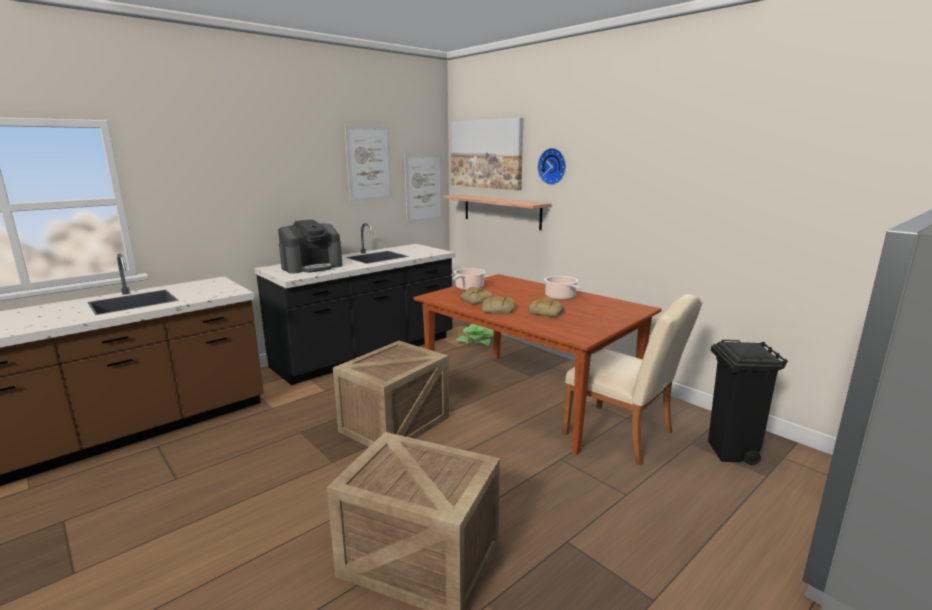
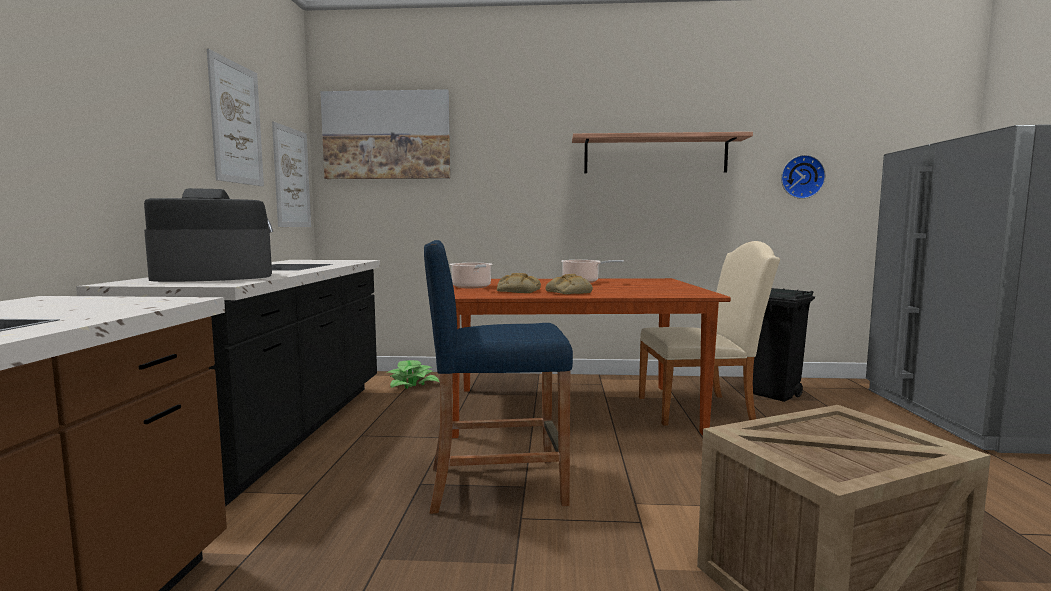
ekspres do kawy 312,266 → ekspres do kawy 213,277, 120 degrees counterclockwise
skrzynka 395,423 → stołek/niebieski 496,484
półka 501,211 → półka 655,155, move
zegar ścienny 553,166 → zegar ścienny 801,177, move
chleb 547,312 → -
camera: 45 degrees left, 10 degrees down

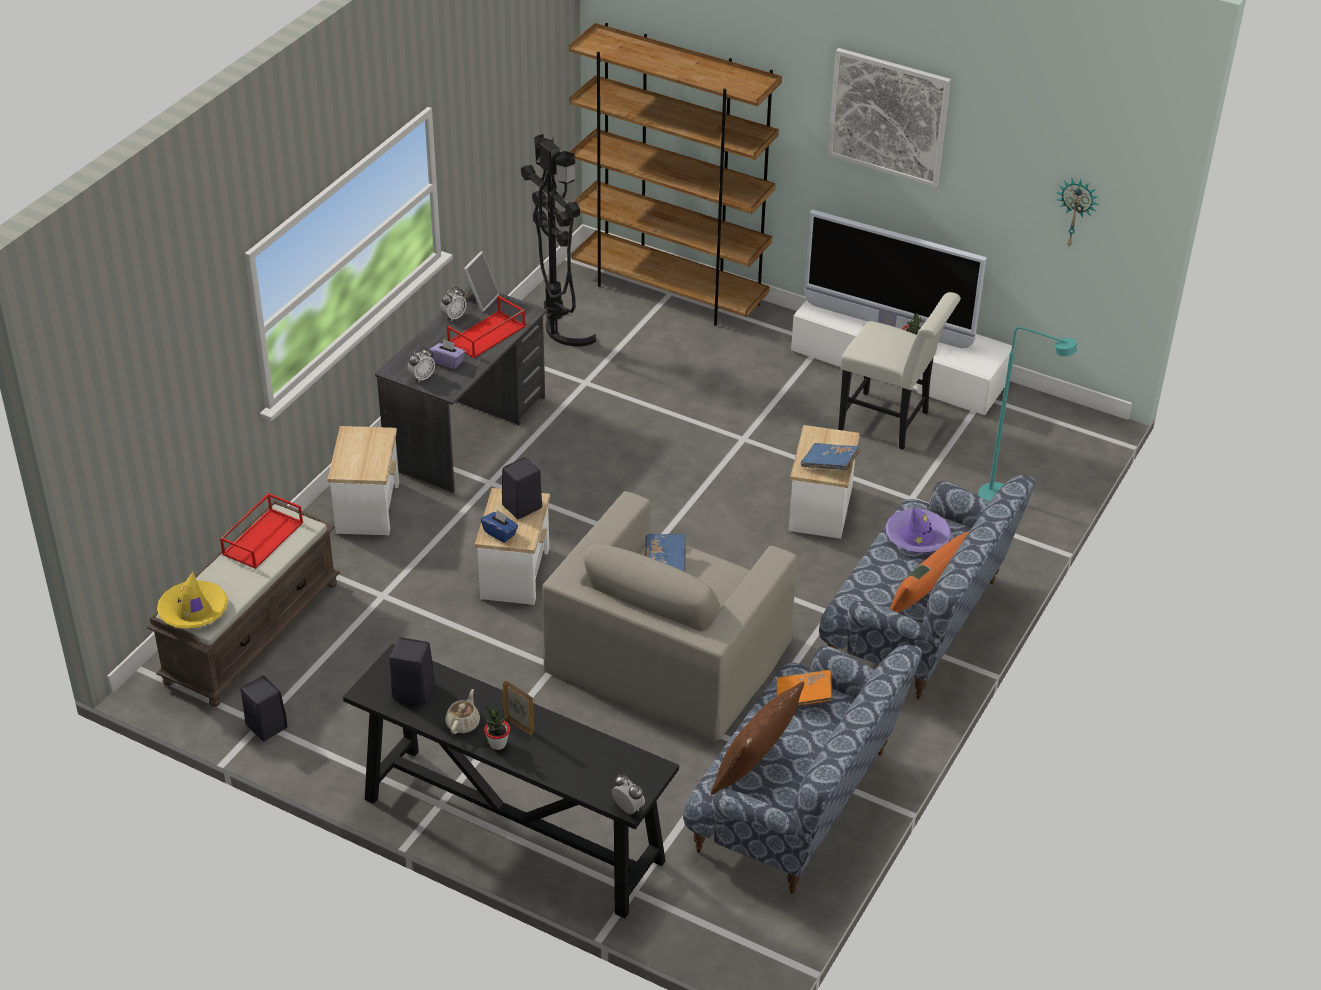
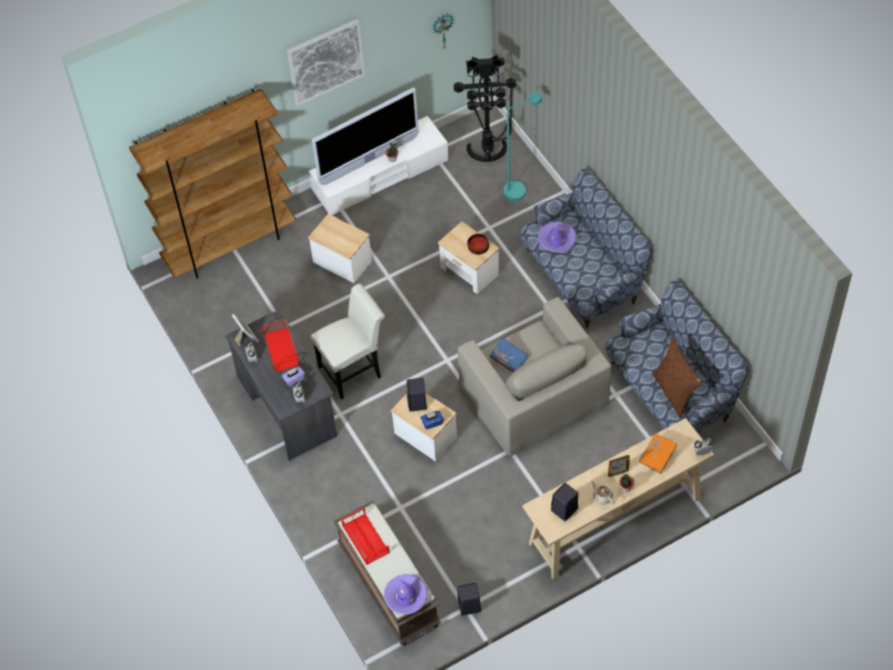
stolik 369,508 → stolik 342,261, move
krzesło/biały 890,423 → krzesło/biały 354,370, move
kapelusz/żółty 193,611 → kapelusz/fioletowy 406,597
lampa stojąca/czarny 558,335 → lampa stojąca/czarny 488,157, move
książka/niebieski 830,464 → miska 478,247
stolik konsolowy/czarny 511,829 → stolik konsolowy/beżowy 614,521
książka/pomarańczowy 803,697 → książka/pomarańczowy 657,456, move
poduszka/pomarańczowy 929,593 → -
camera: 55 degrees left, 15 degrees up

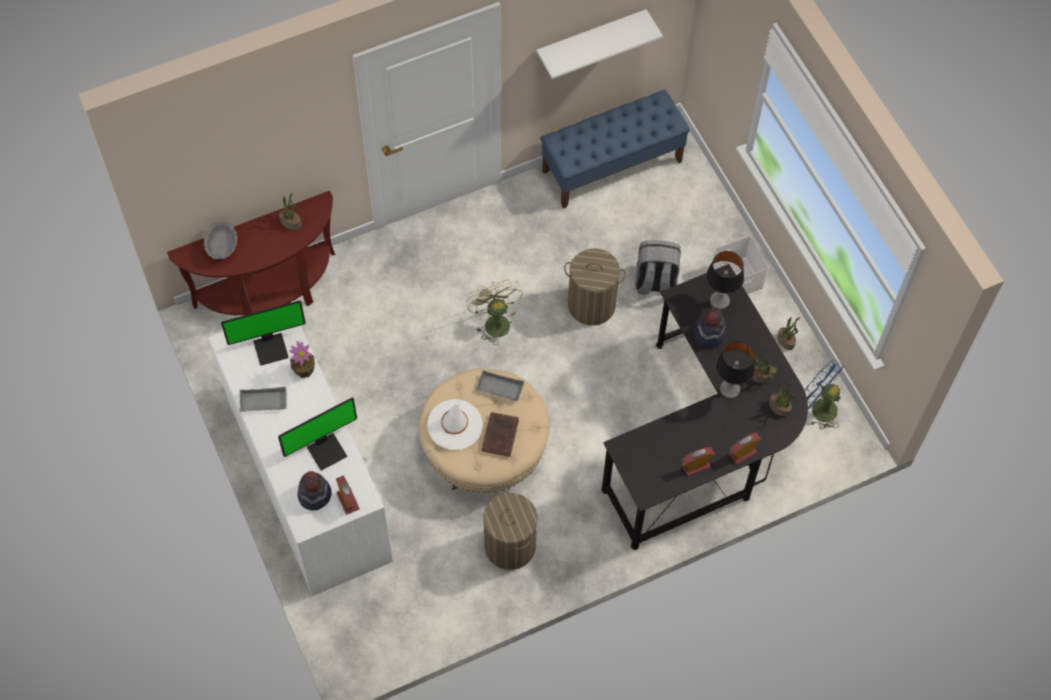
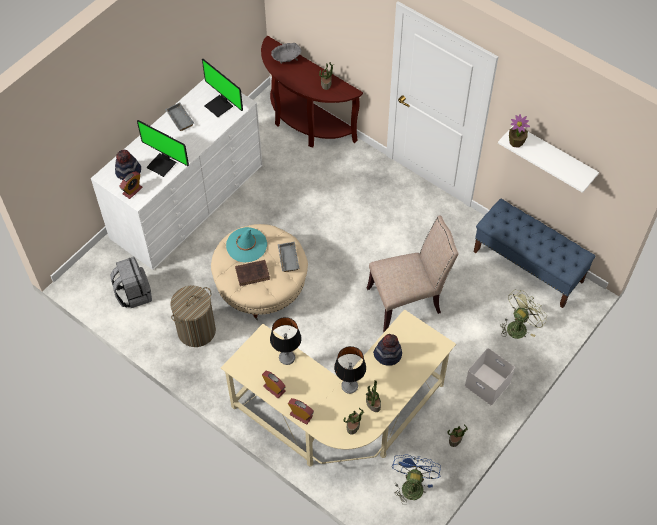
plecak/szary 655,283 → plecak/szary 133,293, move
biurko/czarny 704,440 → biurko/beżowy 341,417
kapelusz/biały 455,425 → kapelusz/turkusowy 246,245
lampa stołowa 720,300 → lampa stołowa 287,357, move
kosz na pranie 591,305 → krzesło/beżowy 407,301
wentylator/zielony 494,321 → wentylator/zielony 519,326, move
roślina doniczkowa 304,369 → roślina doniczkowa 516,142, move
camera: 65 degrees right, 5 degrees down

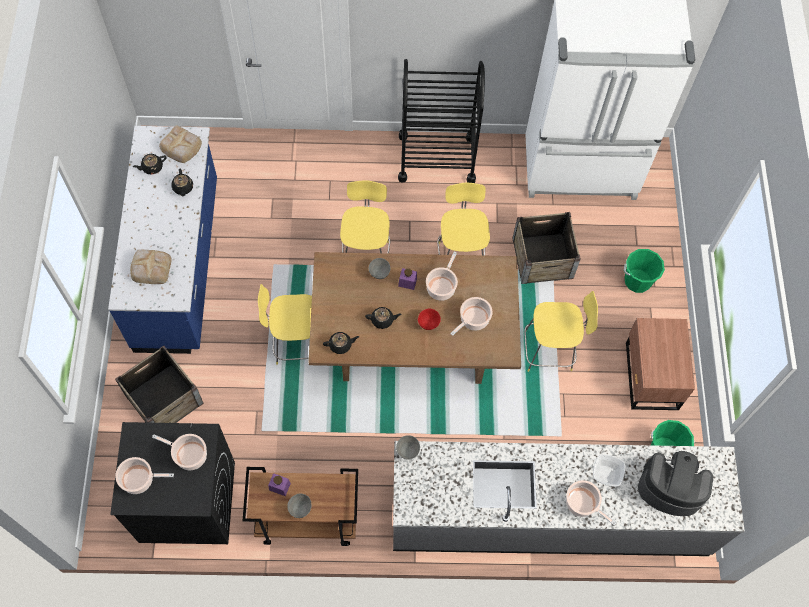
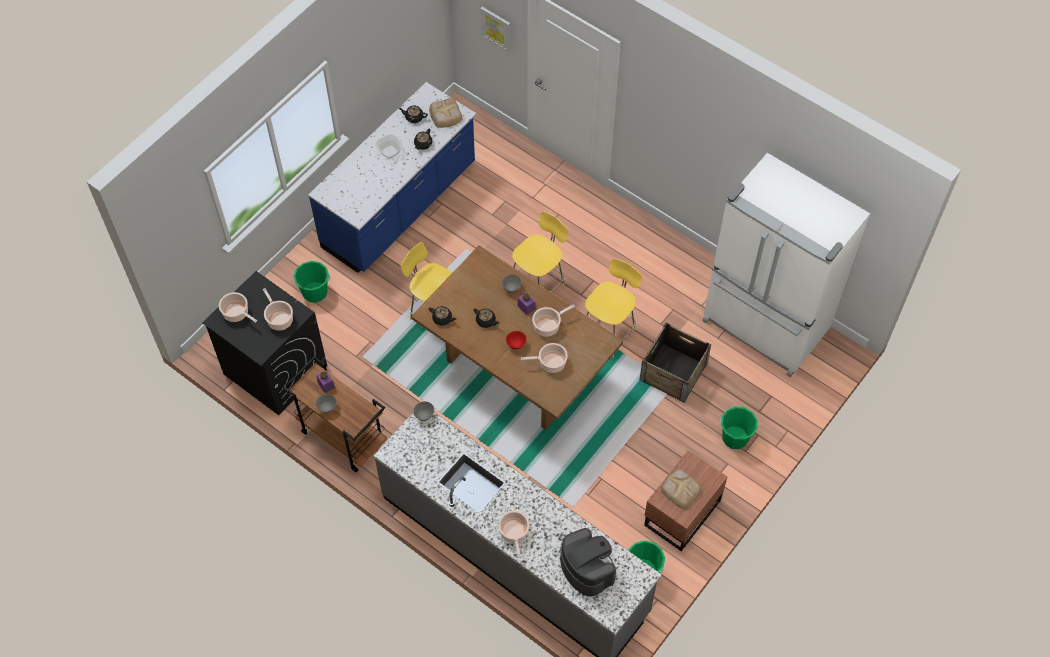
skrzynka 164,399 → wiadro/zielony 315,292
miska 605,475 → miska 389,152, move
- → obraz 496,28
chleb 150,267 → chleb 680,489, move
wózek/czarny 436,158 → -
stołek/żółty 550,350 → -
camera: 40 degrees right, 5 degrees down

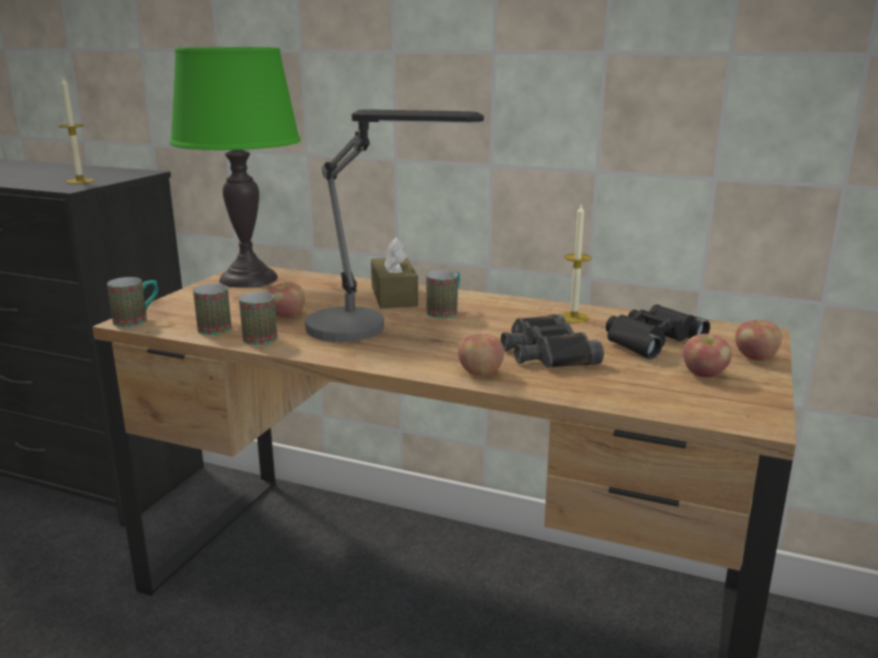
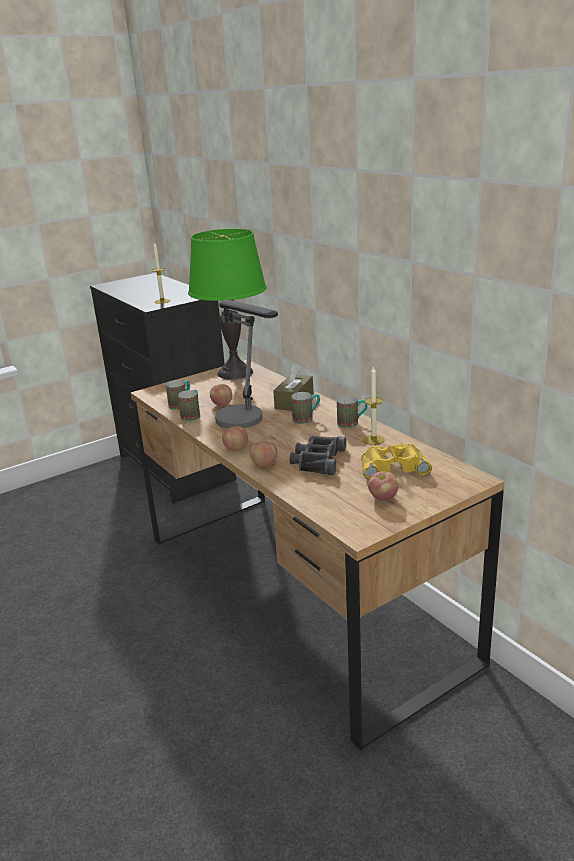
jabłko 755,357 → jabłko 235,448, move
kubek 137,320 → kubek 352,423, move
lornetka/czarny 650,340 → lornetka/żółty 393,467
camera: 35 degrees right, 5 degrees up

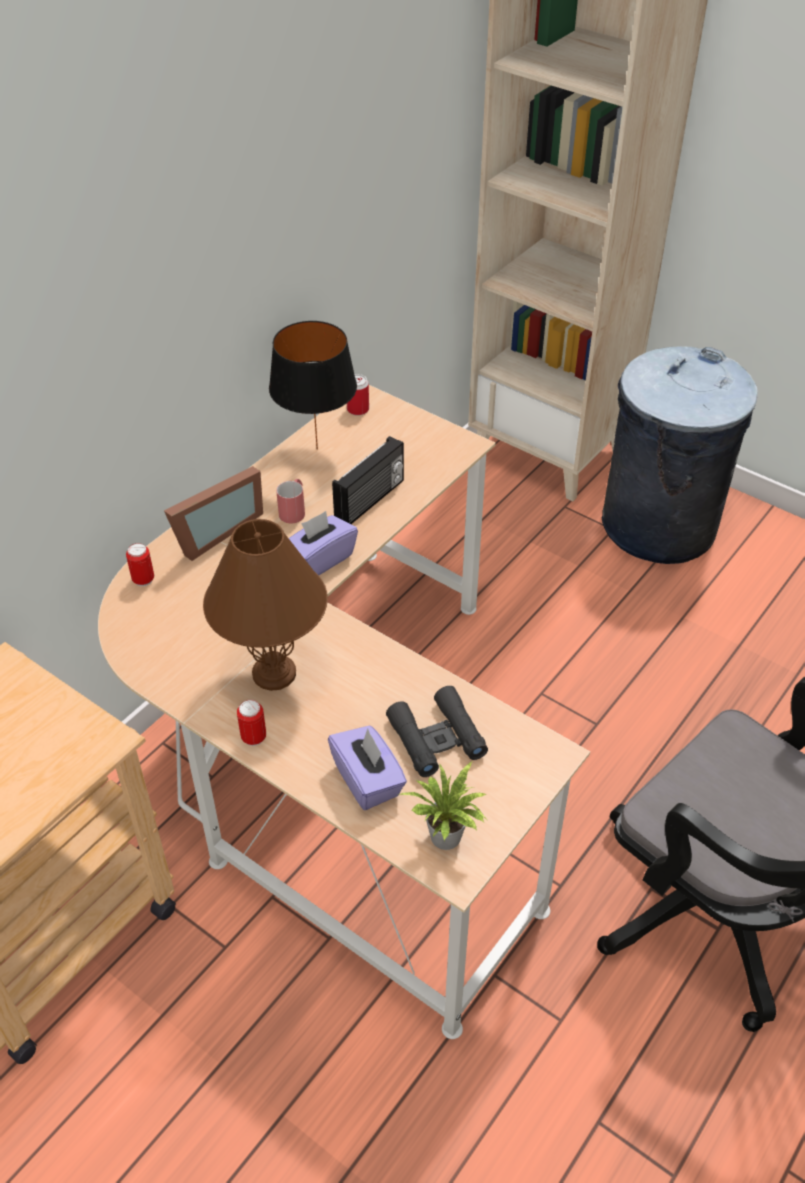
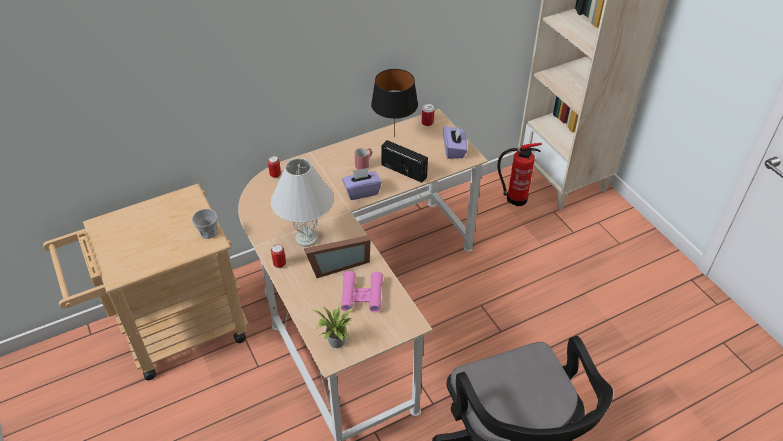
- → filiżanka 208,232
lampa stołowa/brązowy 273,674 → lampa stołowa/biały 306,238
ramka na zdjęcie 213,532 → ramka na zdjęcie 337,264, move
lornetka/czarny 436,738 → lornetka/różowy 362,295
radio 371,500 → radio 404,170, 120 degrees counterclockwise
pudełko chusteczek/fioletowy 368,780 → pudełko chusteczek/fioletowy 454,150, move
- → gaśnica 514,198
kosz na śmieci/szary 657,525 → -
camera: 25 degrees right, 0 degrees up

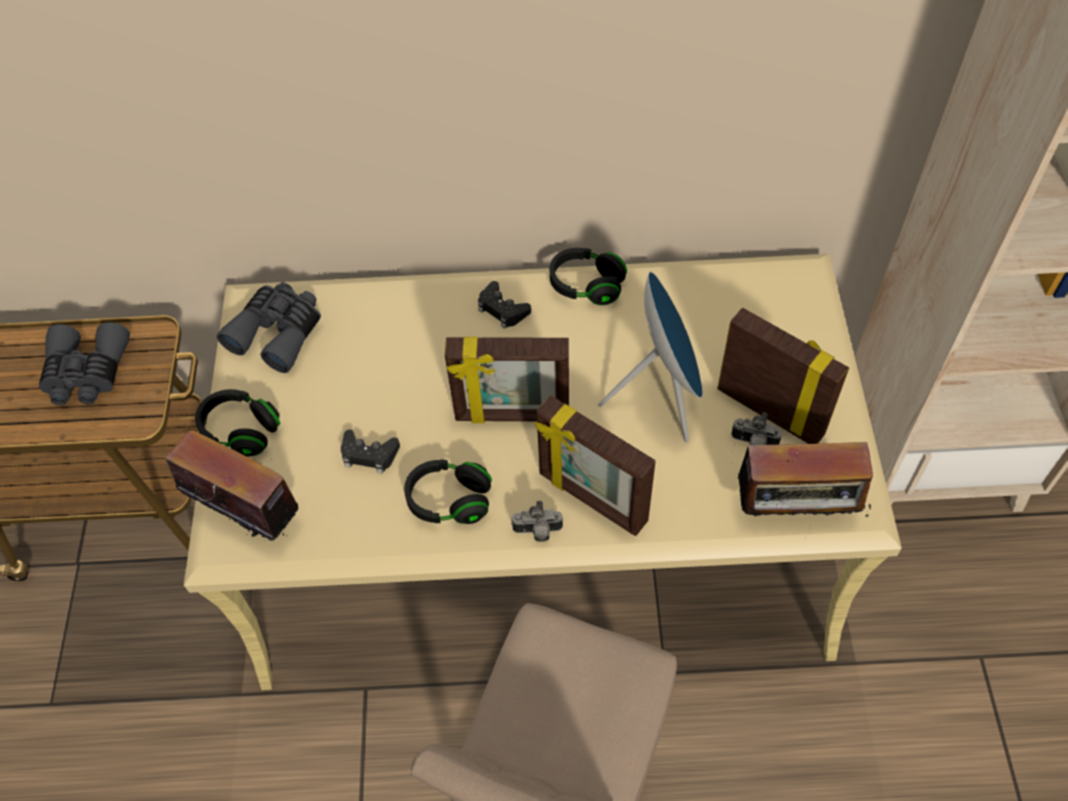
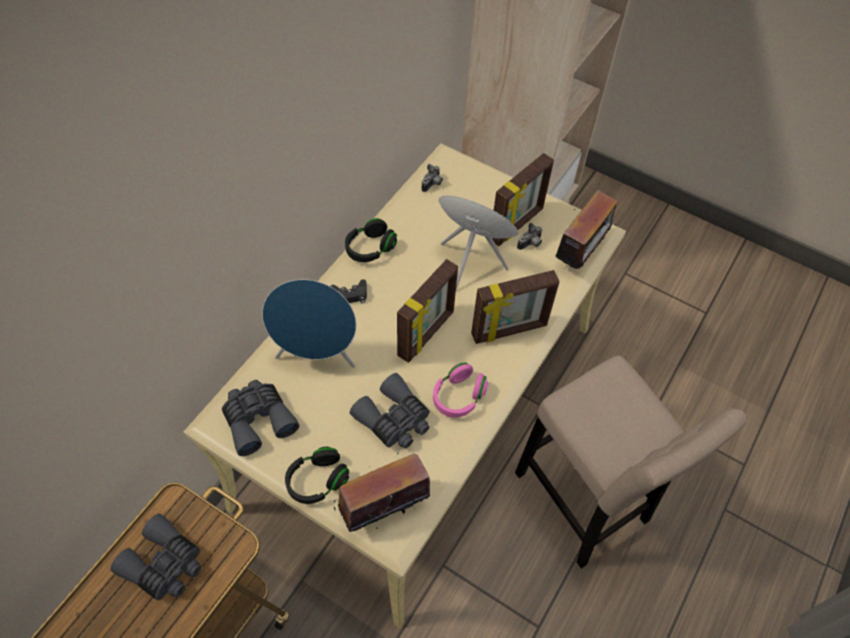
- → głośnik/niebieski 317,355
pad do gier/czarny 369,455 → lornetka/szary 394,419
aparat fotograficzny 537,532 → aparat fotograficzny 432,184, move
słuchawki/czarny 449,500 → słuchawki/różowy 458,397
ramka na zdjęcie 771,410 → ramka na zdjęcie 517,225, 150 degrees clockwise
camera: 60 degrees left, 0 degrees up

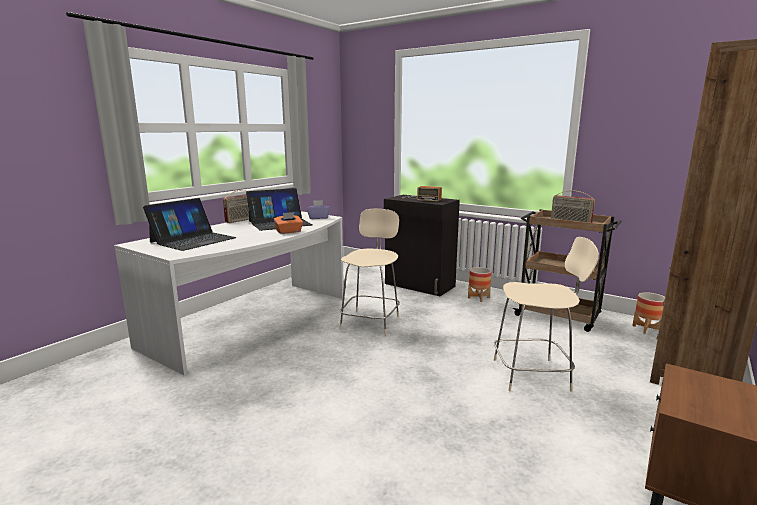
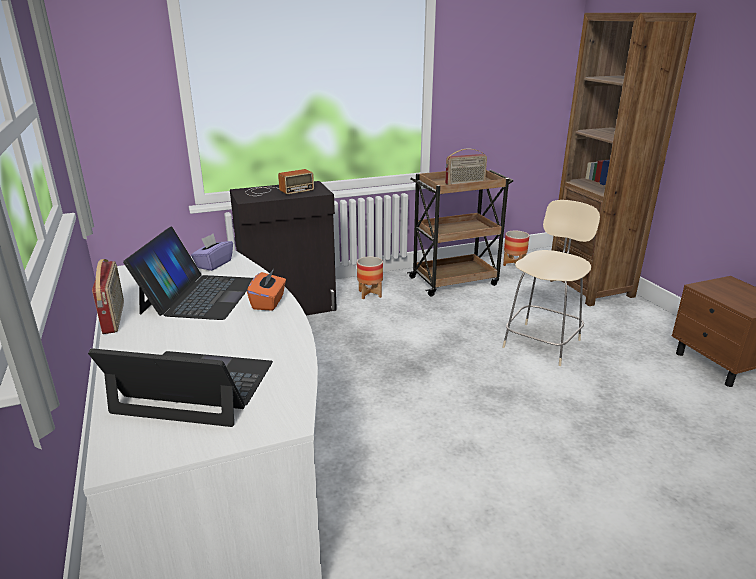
laptop 193,240 → laptop 194,388, 60 degrees counterclockwise
krzesło/beżowy 371,322 → -
camera: 55 degrees left, 10 degrees up

